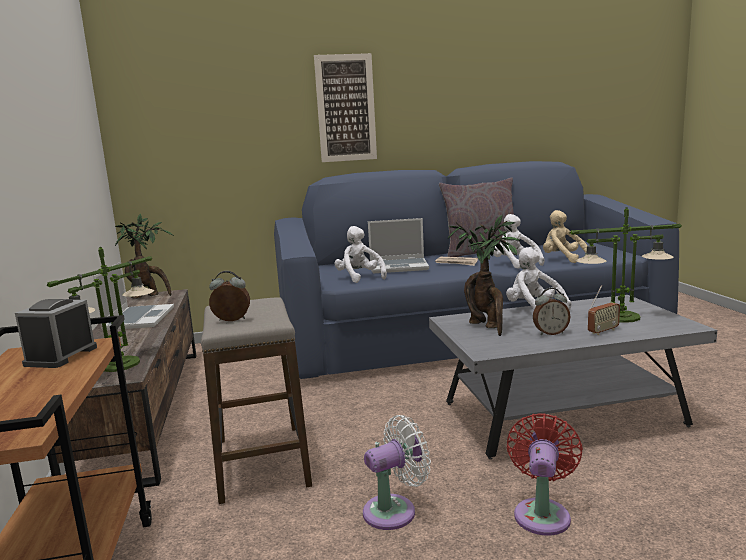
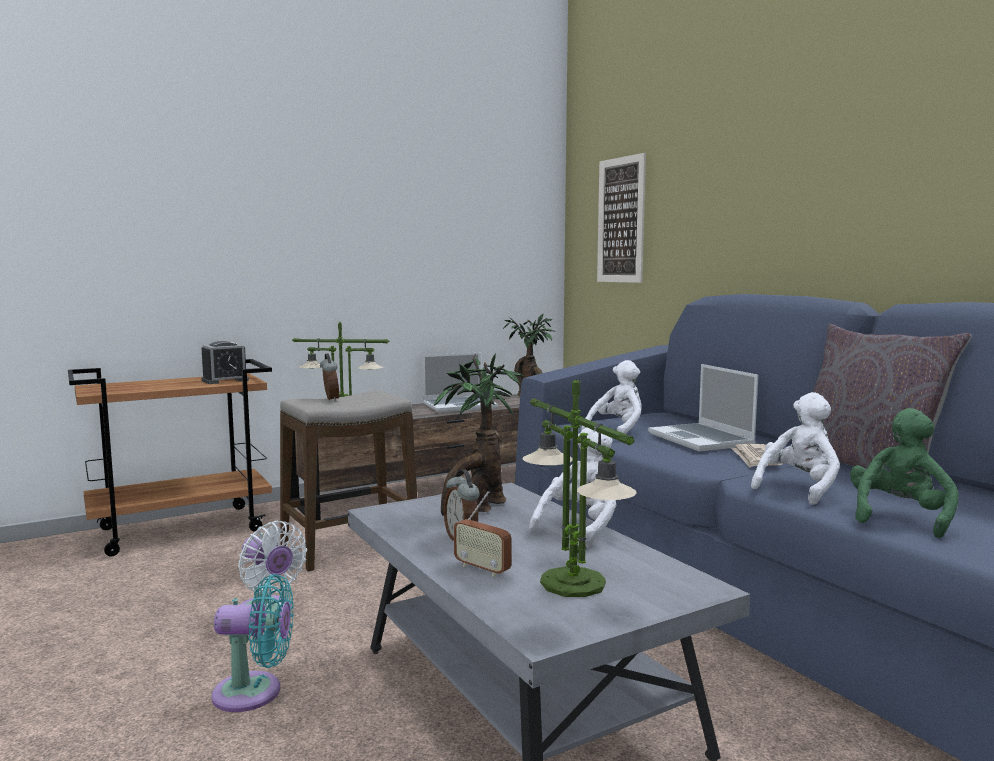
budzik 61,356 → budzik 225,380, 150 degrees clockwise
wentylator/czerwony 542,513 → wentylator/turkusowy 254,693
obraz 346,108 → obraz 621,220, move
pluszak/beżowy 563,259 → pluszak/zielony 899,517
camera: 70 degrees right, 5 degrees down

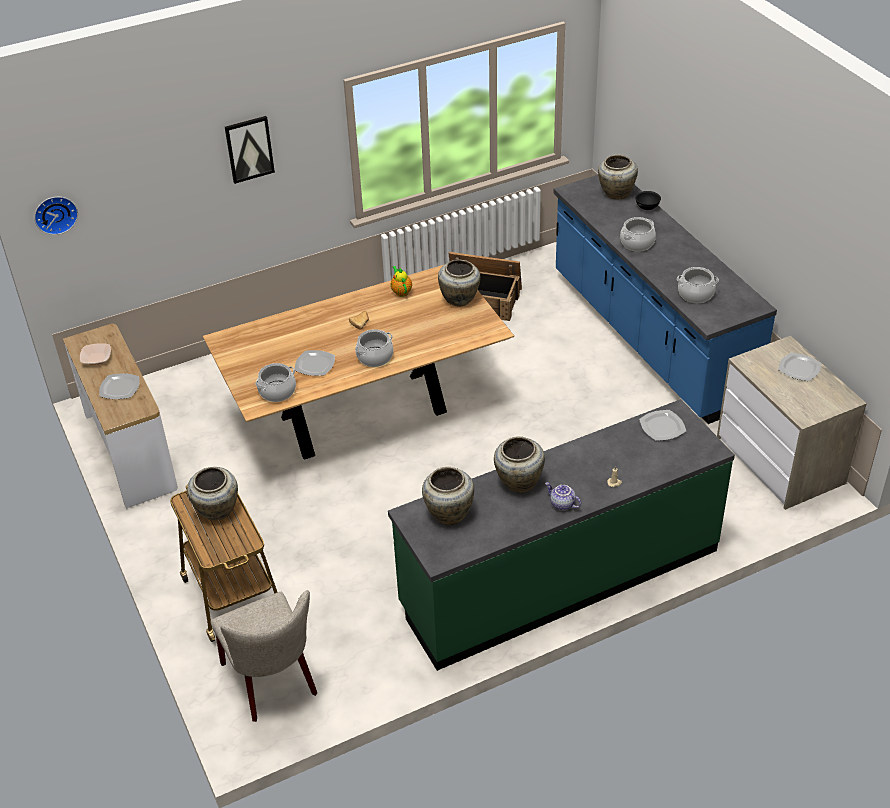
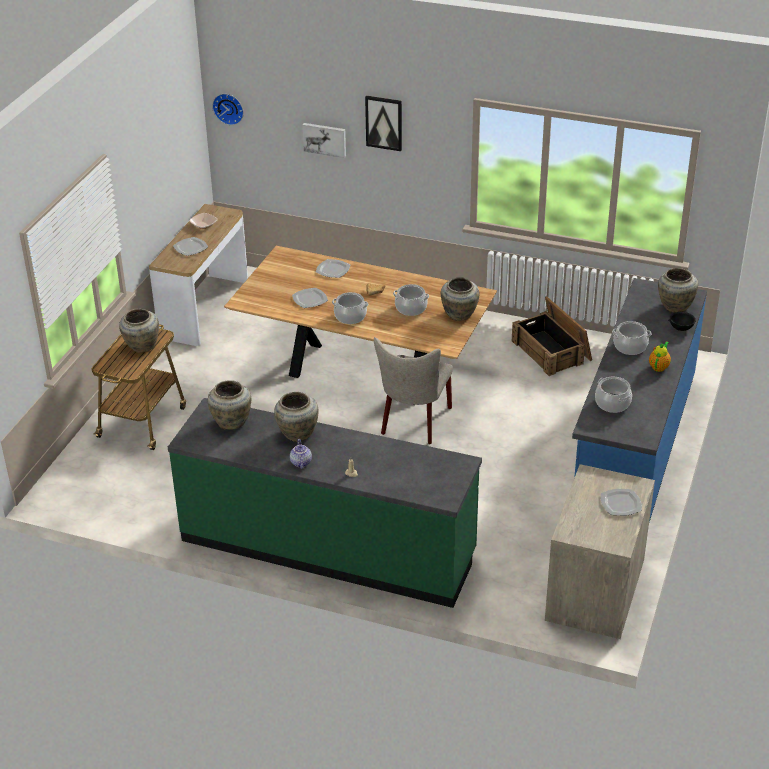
- → obraz 325,139
talerz 662,427 → talerz 332,270, move
krzesło/beżowy 273,682 → krzesło/beżowy 414,423, move
garnek 277,391 → garnek 411,308, move
imbryk 401,291 → imbryk 659,366, move
camera: 45 degrees right, 5 degrees down

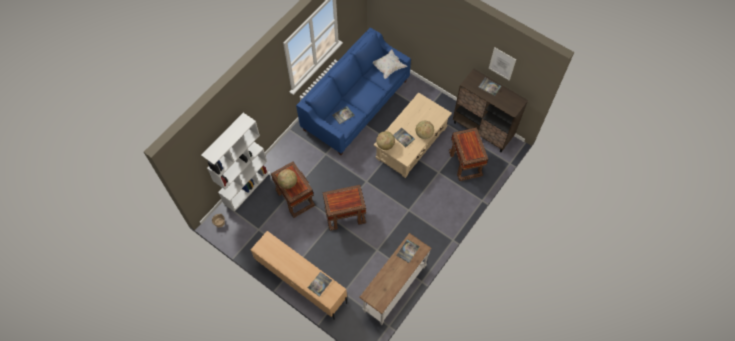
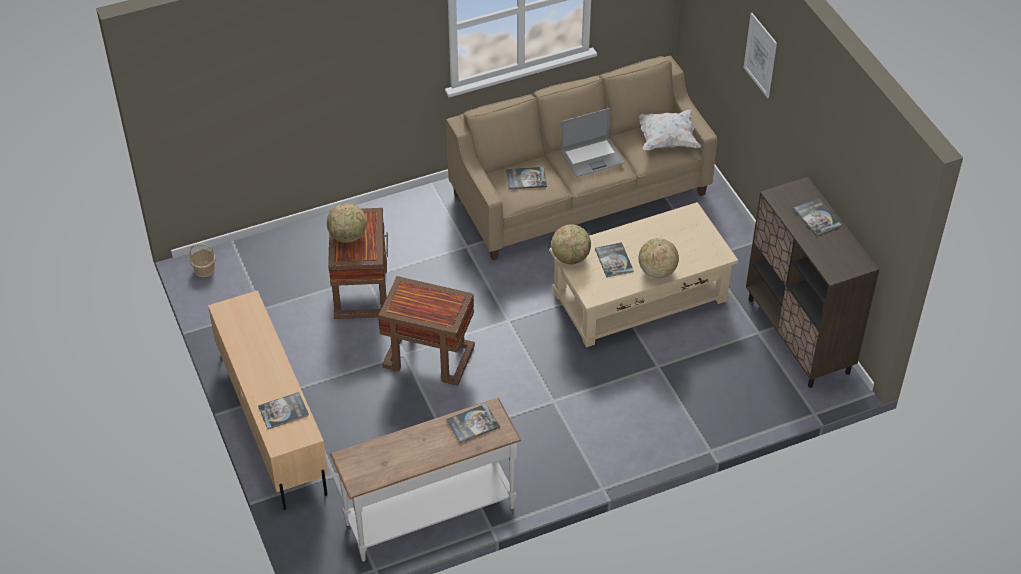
kanapa/niebieski 356,105 → kanapa/beżowy 580,194
- → laptop 592,157
obraz 502,63 → obraz 760,55, move
regał/biały 246,187 → -
stolik/brązowy 465,162 → -
camera: 30 degrees right, 15 degrees down

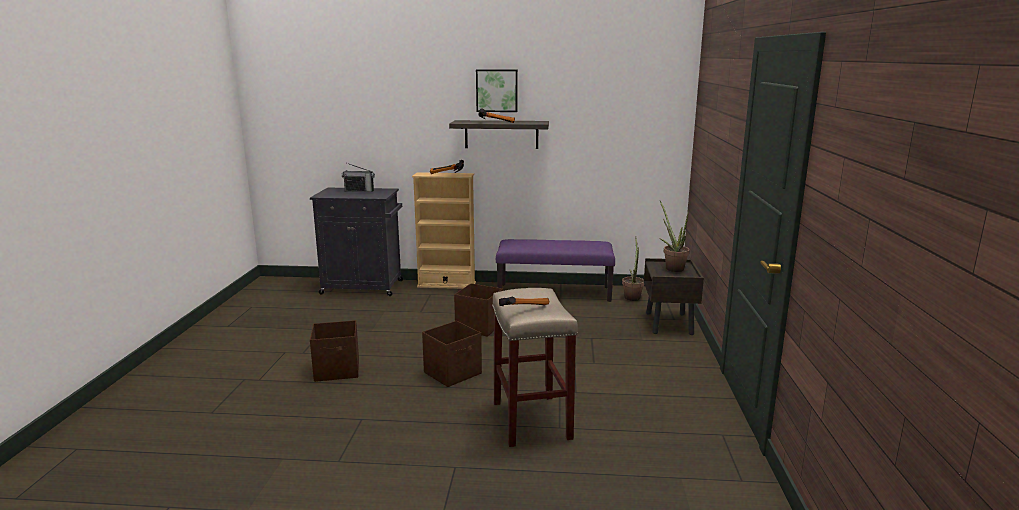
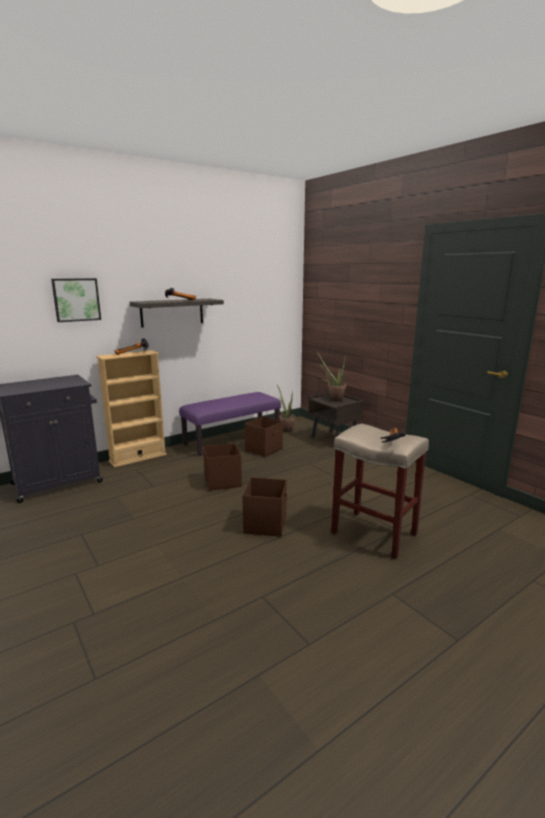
obraz 497,90 → obraz 76,299, move
pojemnik do przechowywania/brązowy 338,370 → pojemnik do przechowywania/brązowy 264,449, move
radio 359,191 → -
camera: 40 degrees left, 0 degrees up

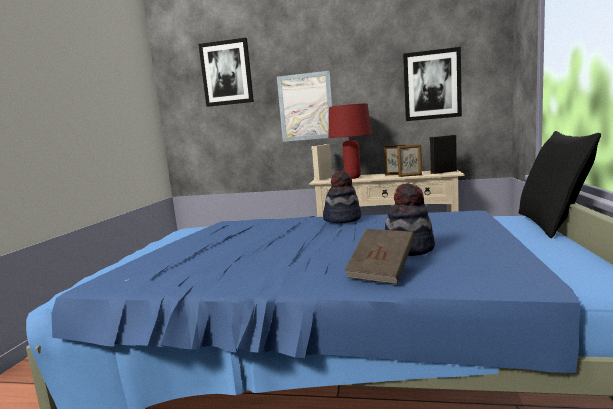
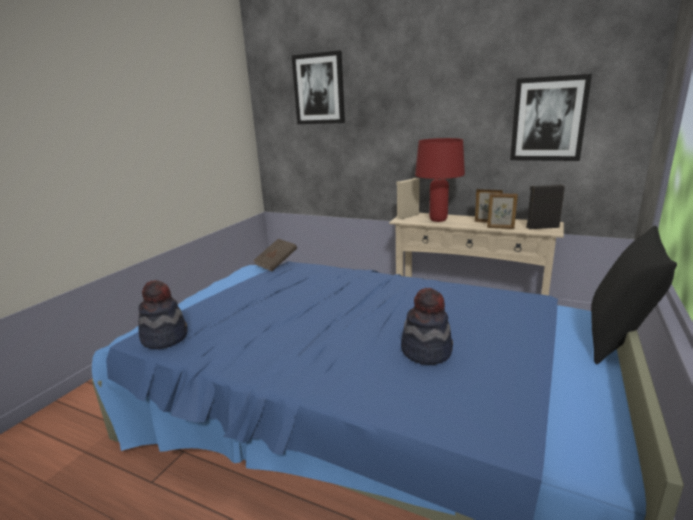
kapelusz 342,219 → kapelusz 165,337, move
książka/brązowy 382,271 → książka/brązowy 276,263, move
obraz 305,107 → -
camera: 15 degrees right, 10 degrees up

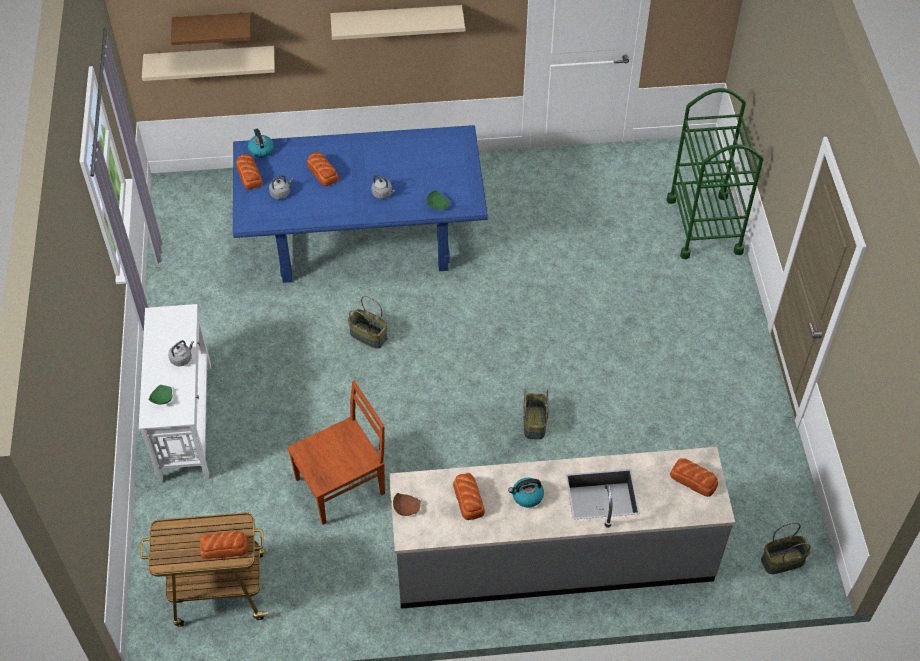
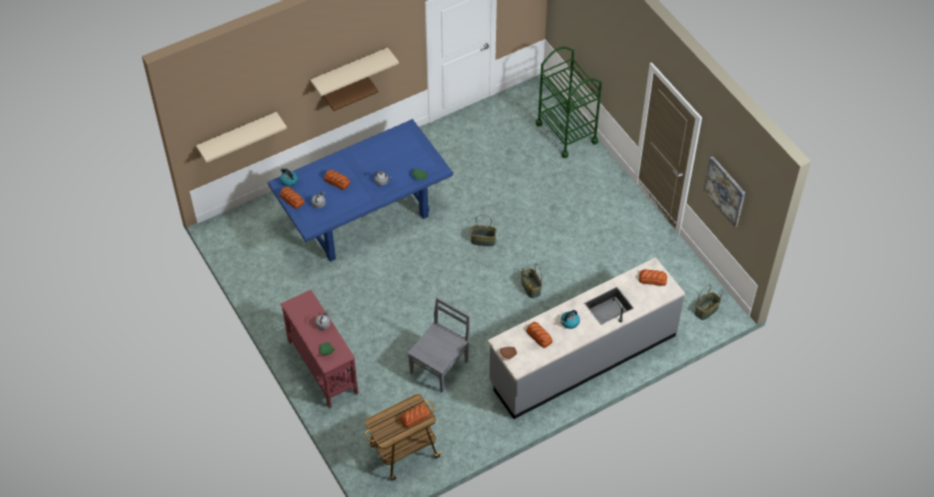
stolik konsolowy/biały 186,420 → stolik konsolowy/czerwony 322,366
półka/brązowy 213,26 → półka/brązowy 345,91, move
krzesło/brązowy 342,485 → krzesło/szary 440,366
koszyk 369,335 → koszyk 483,240, move
- → obraz 725,191
camera: 25 degrees left, 0 degrees up

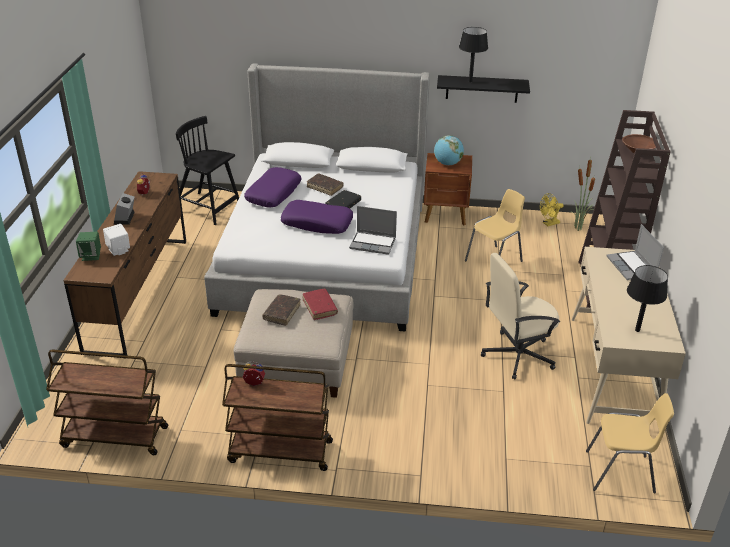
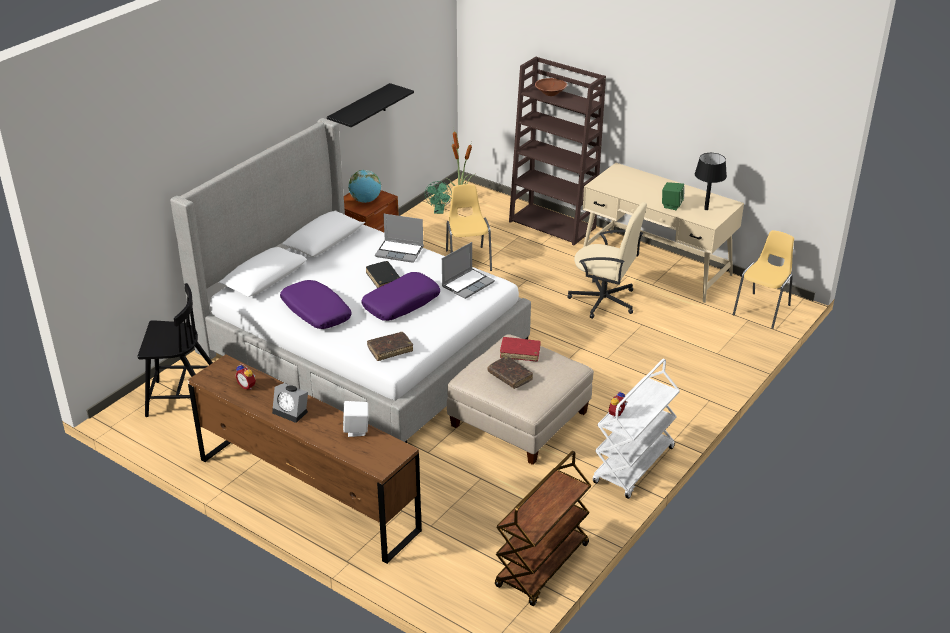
krzesło/czarny 208,209 → krzesło/czarny 184,398, 150 degrees counterclockwise
książka/brązowy 325,187 → książka/brązowy 390,349, move
laptop 632,267 → laptop 400,252, move
wentylator/żółty 549,223 → wentylator/zielony 439,211
krzesło biurowe/beżowy 517,355 → krzesło biurowe/beżowy 604,301, 75 degrees counterclockwise
wózek/brązowy 279,452 → wózek/biały 634,466
głośnik/zielony 91,256 → głośnik/zielony 671,205, move
lampa stołowa/czarny 470,81 → -
camera: 60 degrees left, 0 degrees up

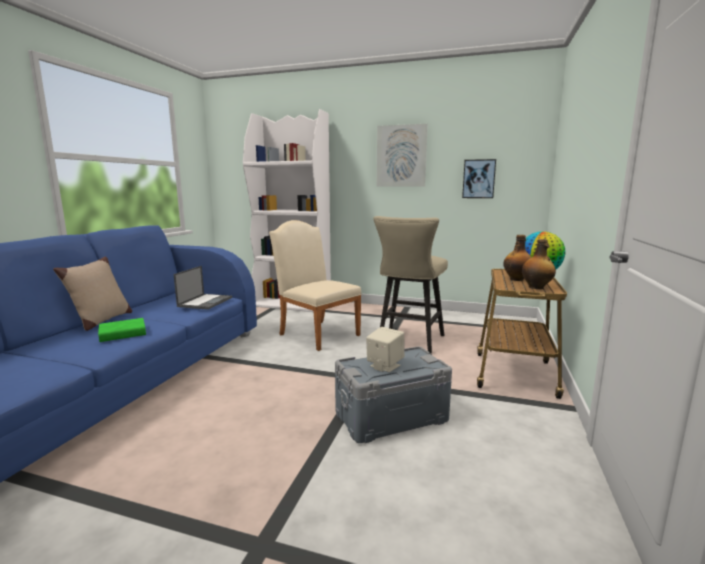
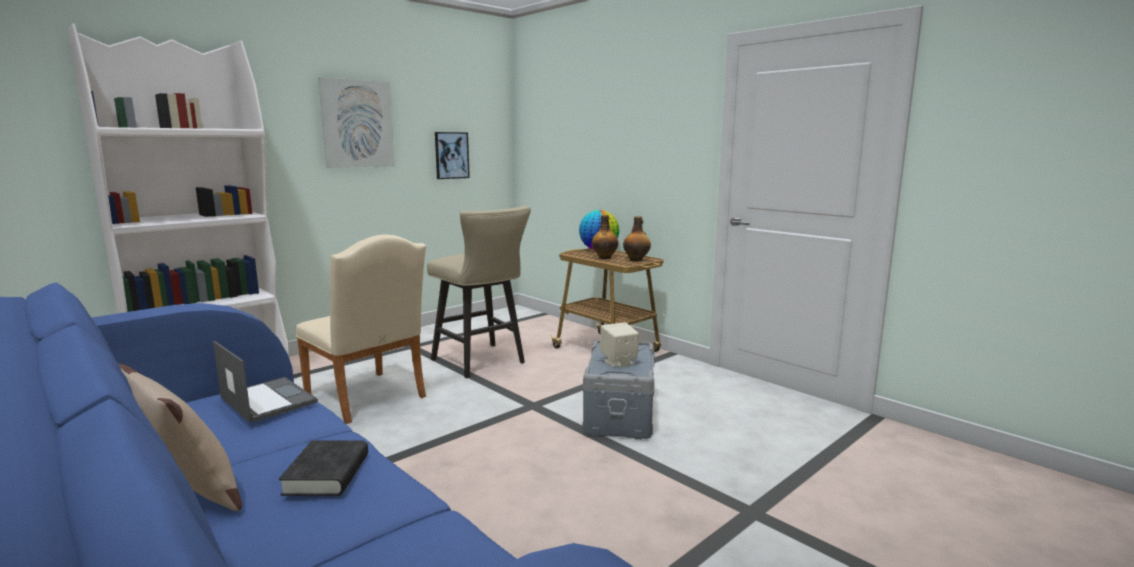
książka/zielony 123,334 → książka/czarny 327,474
krzesło/beżowy 316,333 → krzesło/beżowy 369,398, 120 degrees counterclockwise
camera: 60 degrees left, 0 degrees up

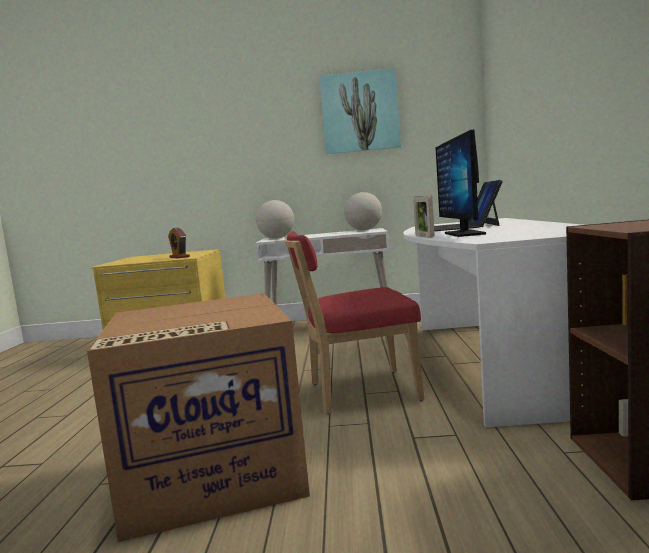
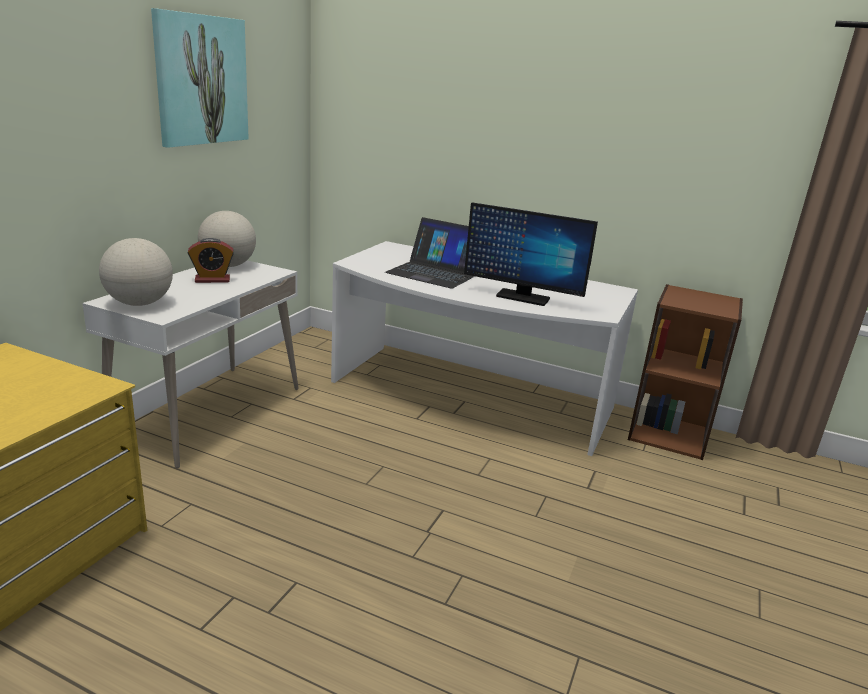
budzik 179,257 → budzik 212,280, move
karton 211,473 → -
krzesło/czerwony 357,392 → -
ramka na zdjęcie 424,236 → -
camera: 70 degrees left, 15 degrees up

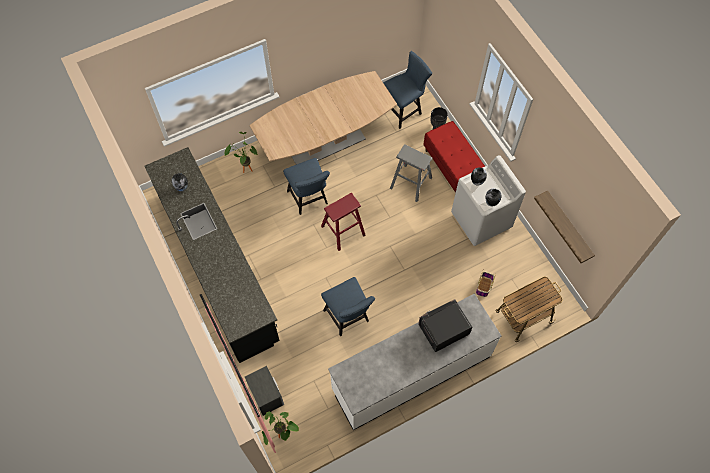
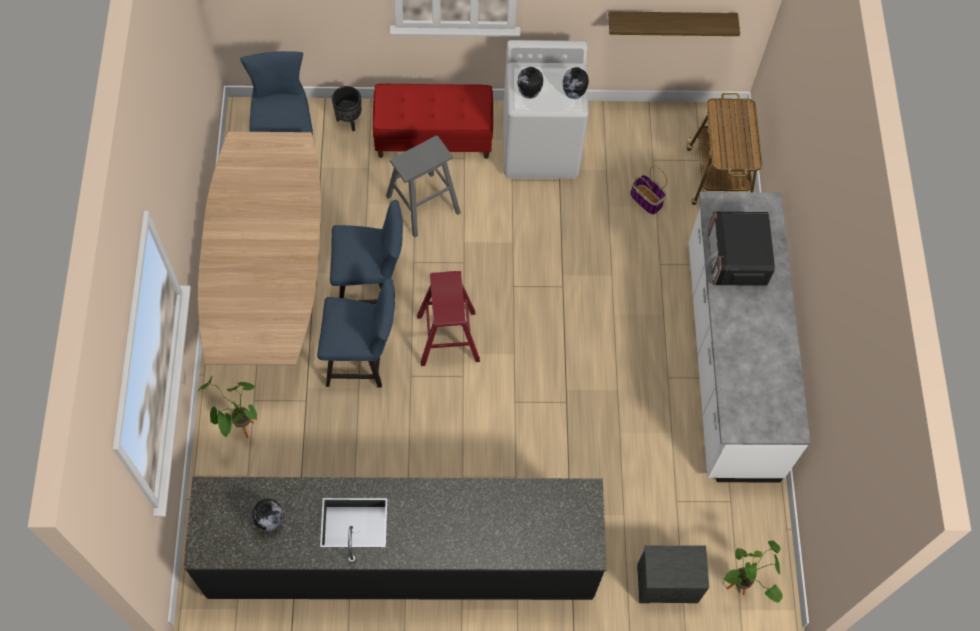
krzesło/niebieski 348,318 → krzesło/niebieski 371,288, move
camera: 65 degrees left, 0 degrees up

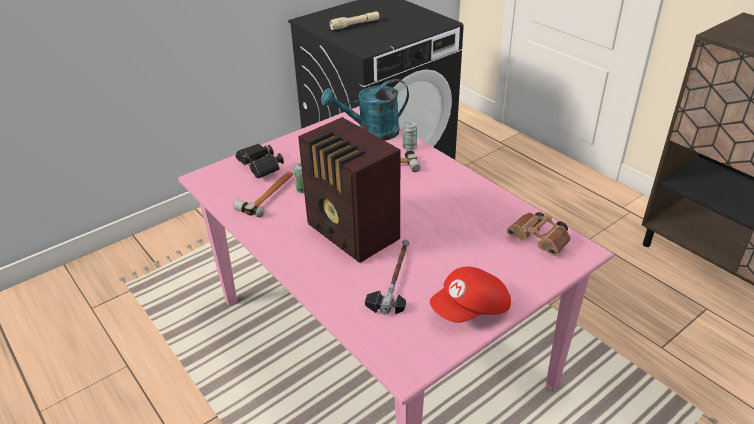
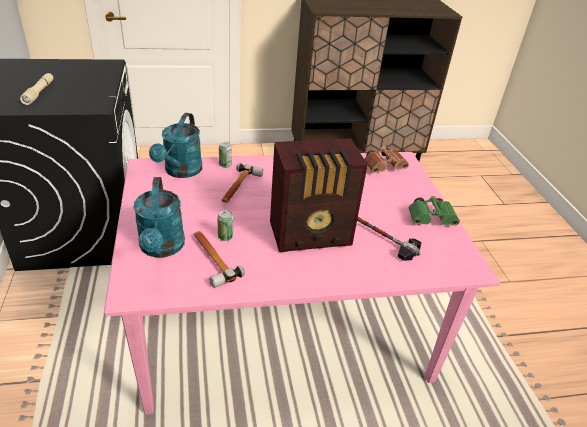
lornetka/czarny 261,168 → konewka/turkusowy 161,248
czapka z daszkiem/czerwony 471,309 → lornetka/zielony 432,219
camera: 65 degrees left, 0 degrees up

